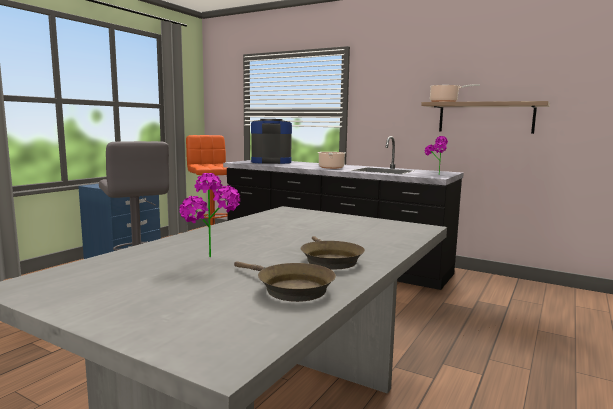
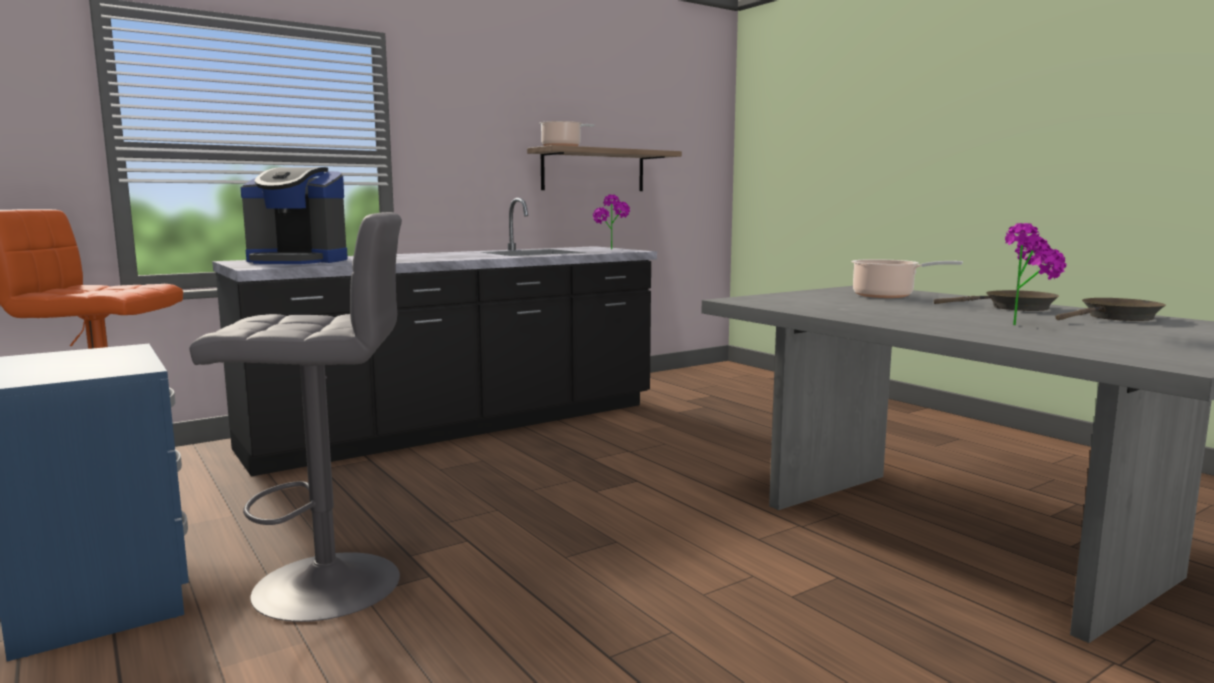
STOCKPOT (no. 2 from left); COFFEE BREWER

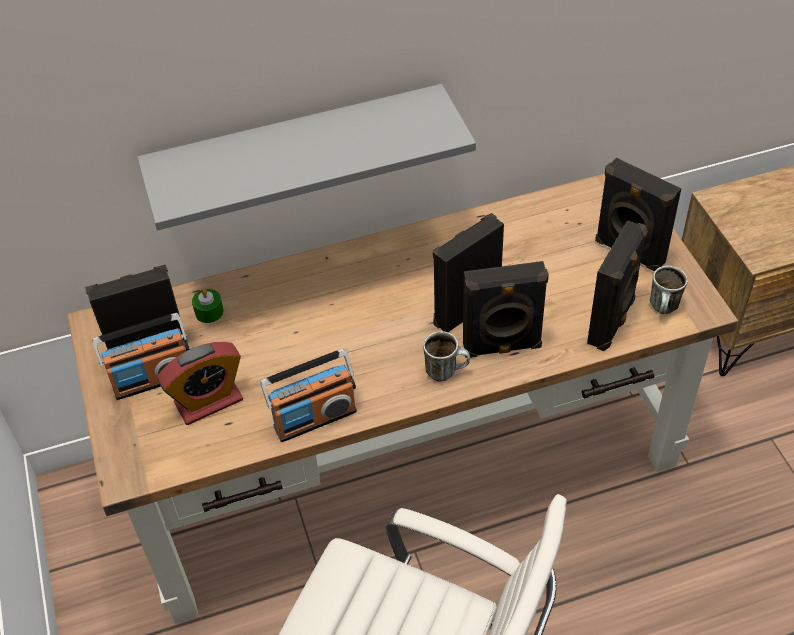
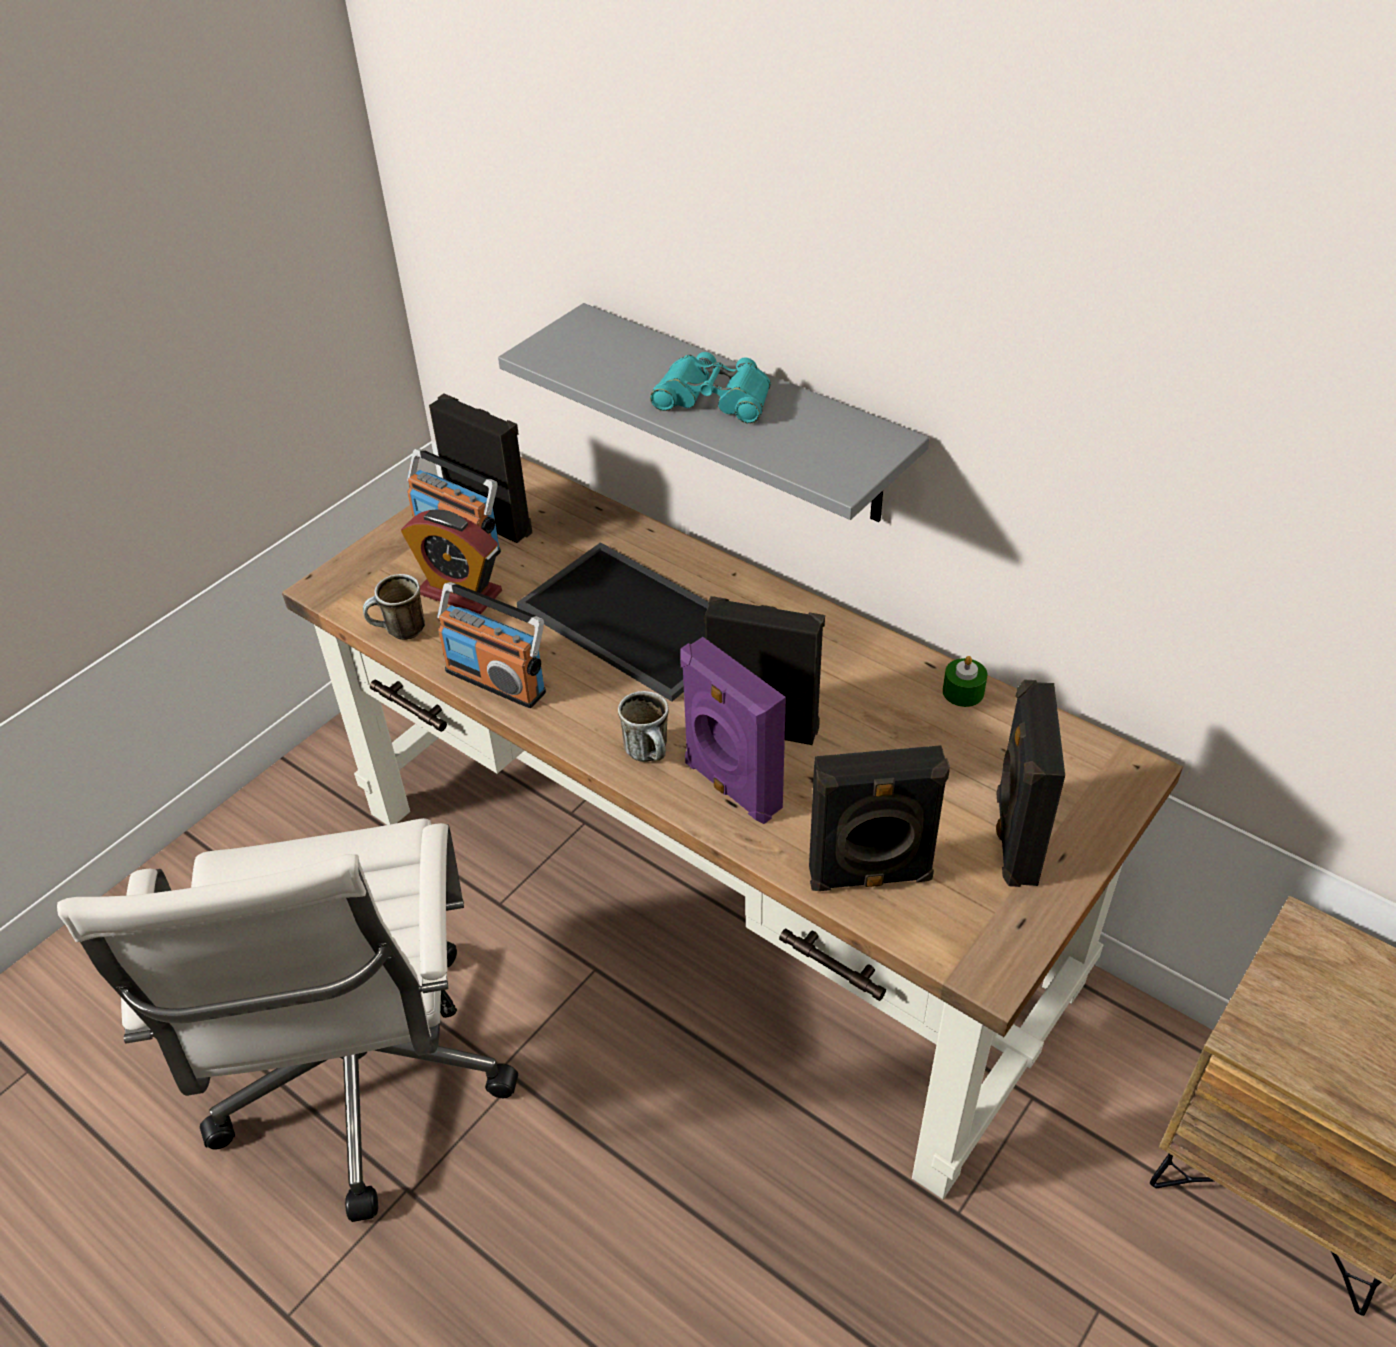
TRAY; TURQUOISE-COLOURED FIELD GLASSES; GREEN CANDLE; COFFEE MUG (no. 1 from left); PURPLISH AUDIO SPEAKER

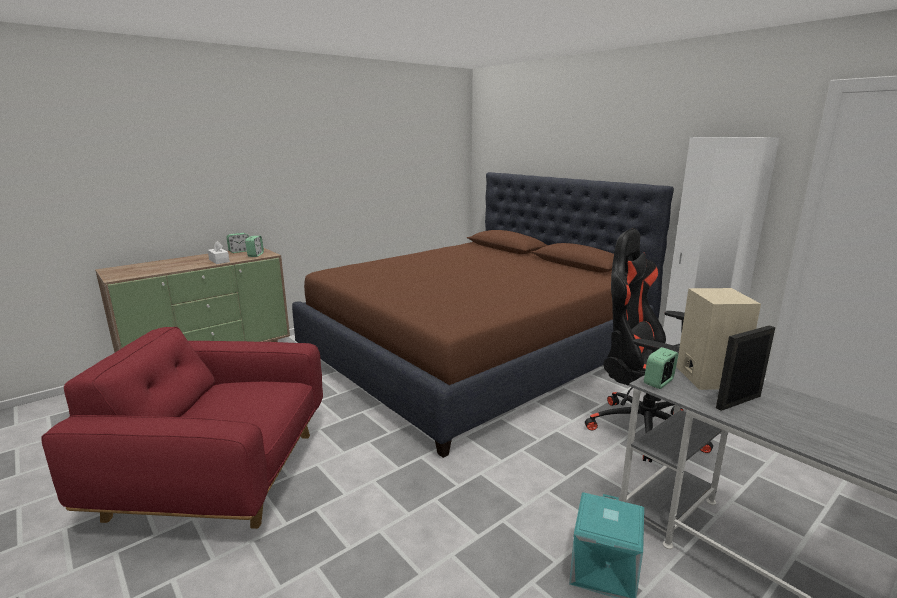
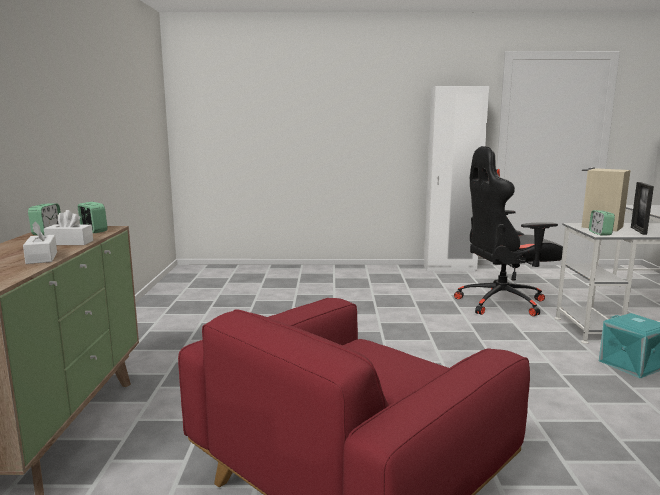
BROWN-COLOURED BED; WHITE-COLOURED BOX OF TISSUES (no. 1 from left)

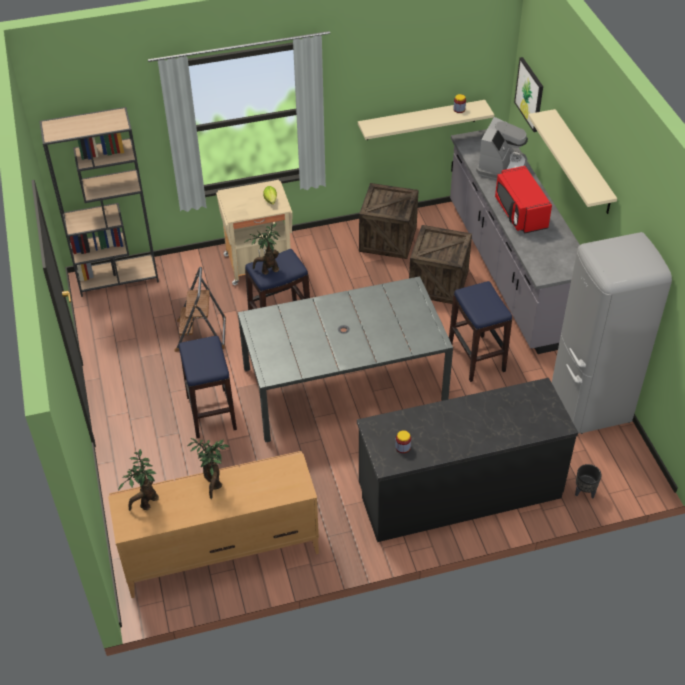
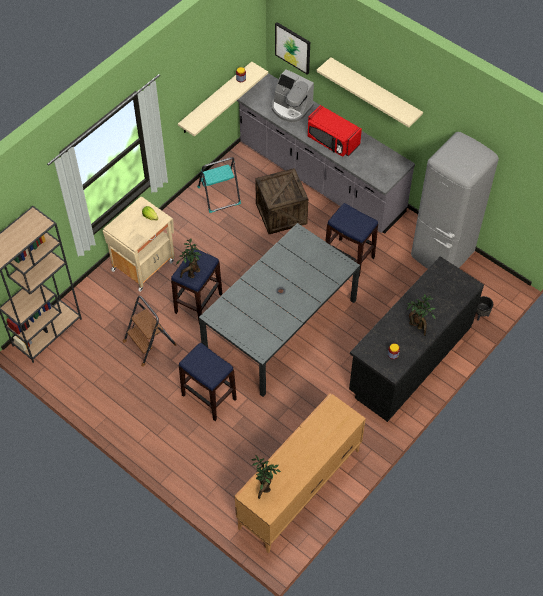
PLANT IN A POT (no. 3 from left); TURQUOISE-COLOURED STEP STOOL; COFFEE BREWER

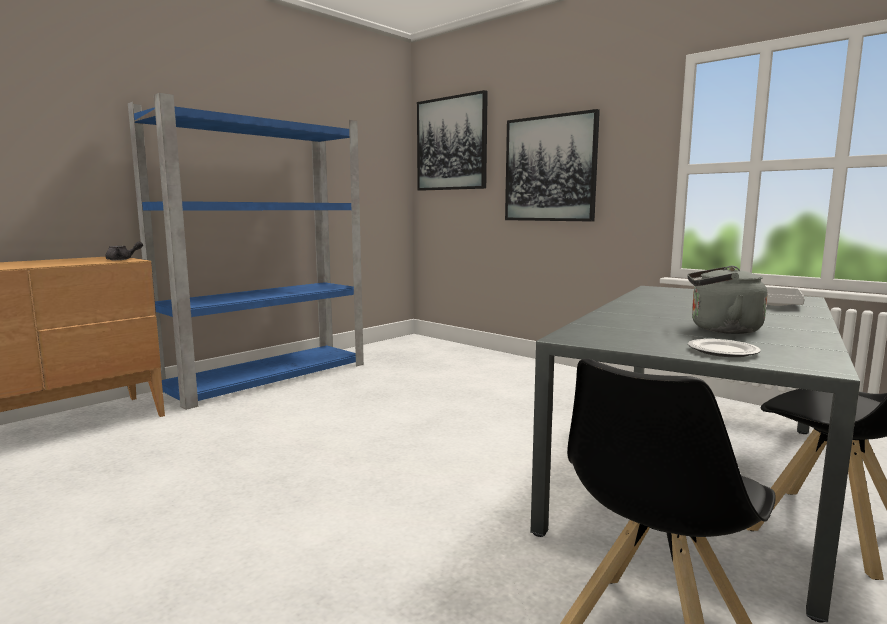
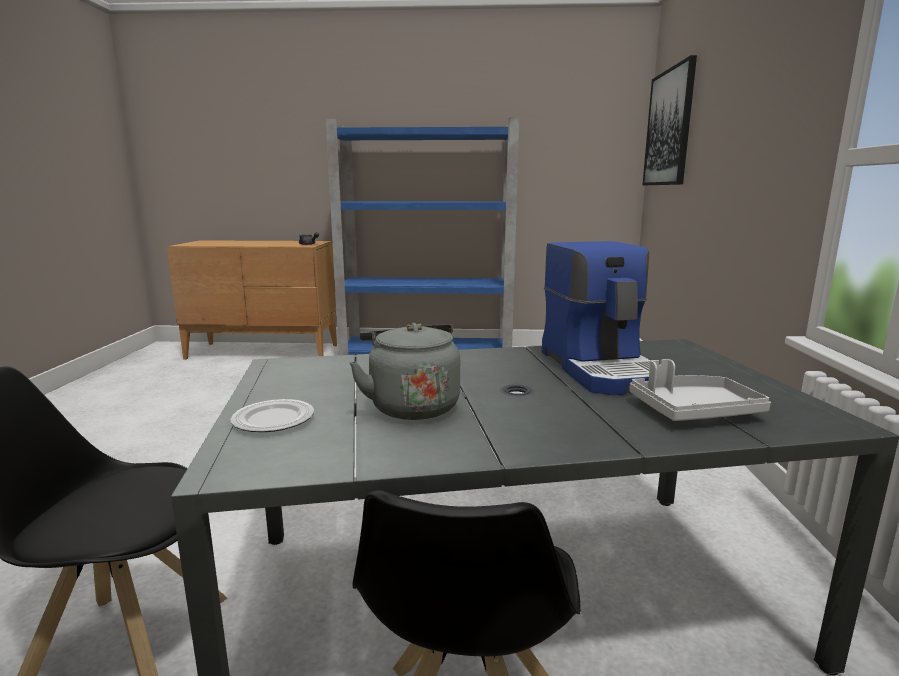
WALL PICTURE (no. 2 from left in the first image); COFFEE BREWER

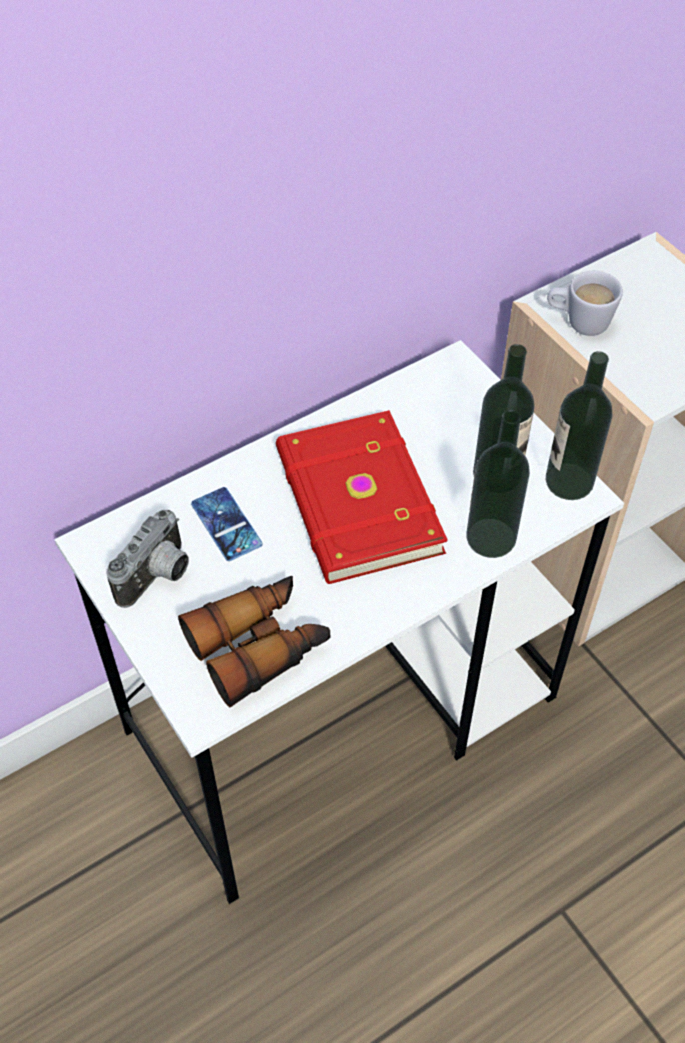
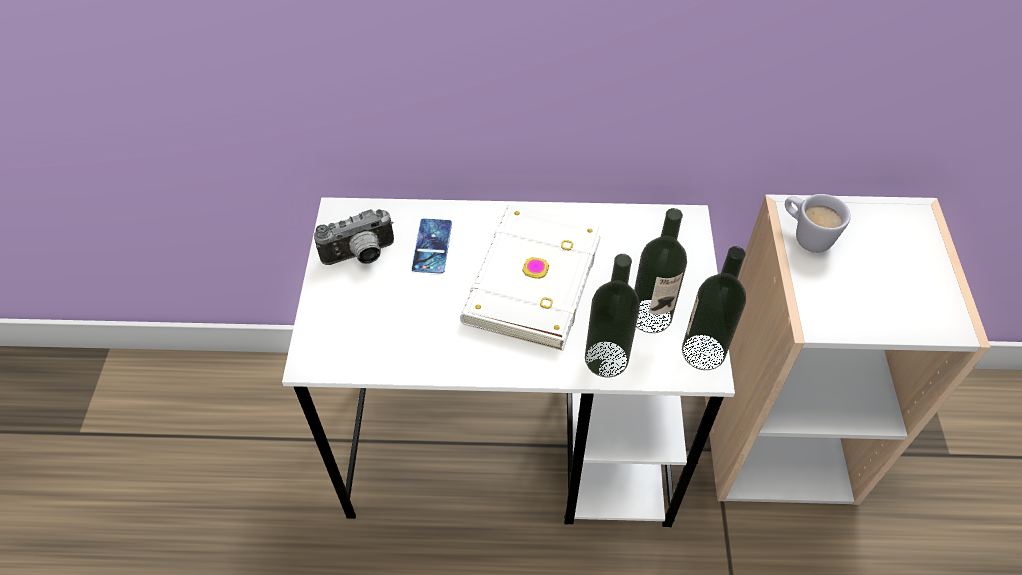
FIELD GLASSES; WHITE-COLOURED BOUND BOOK

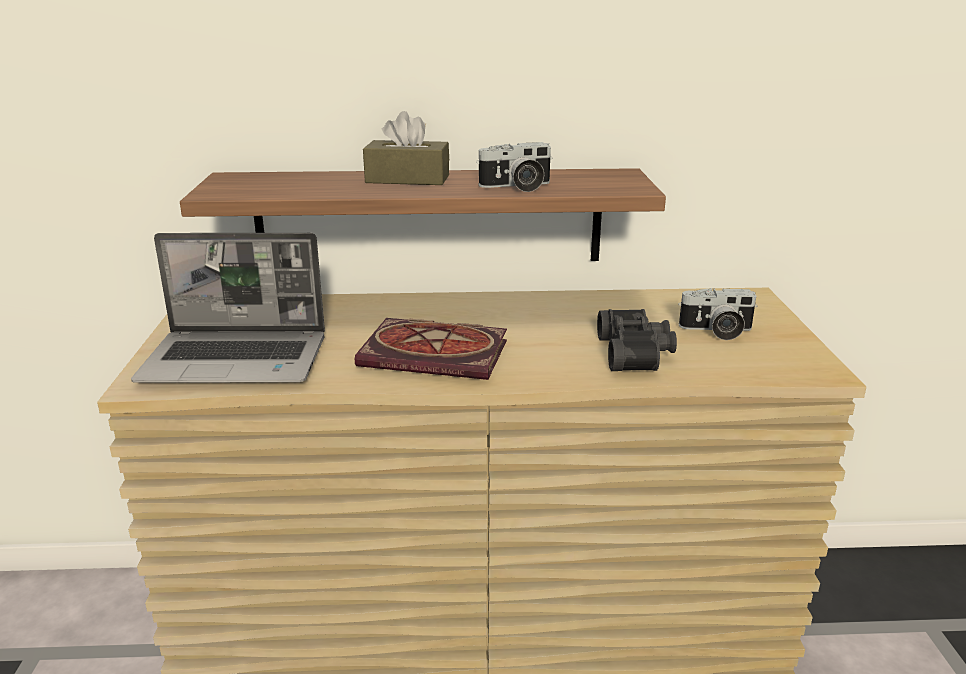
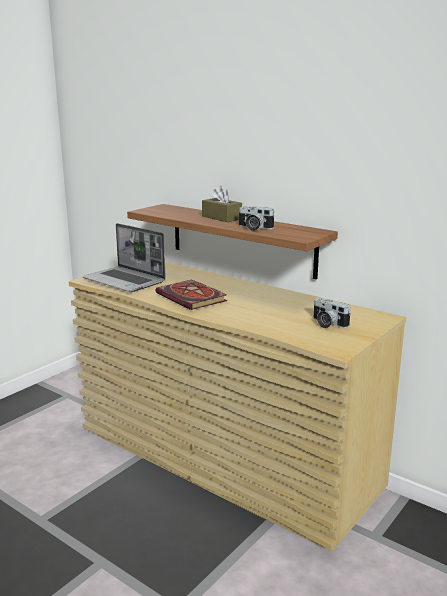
BLACK-COLOURED FIELD GLASSES

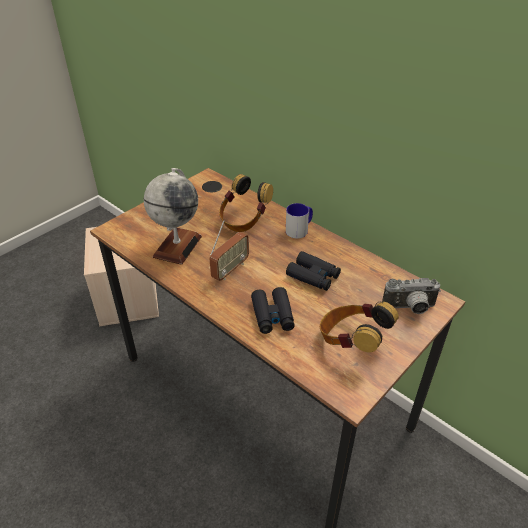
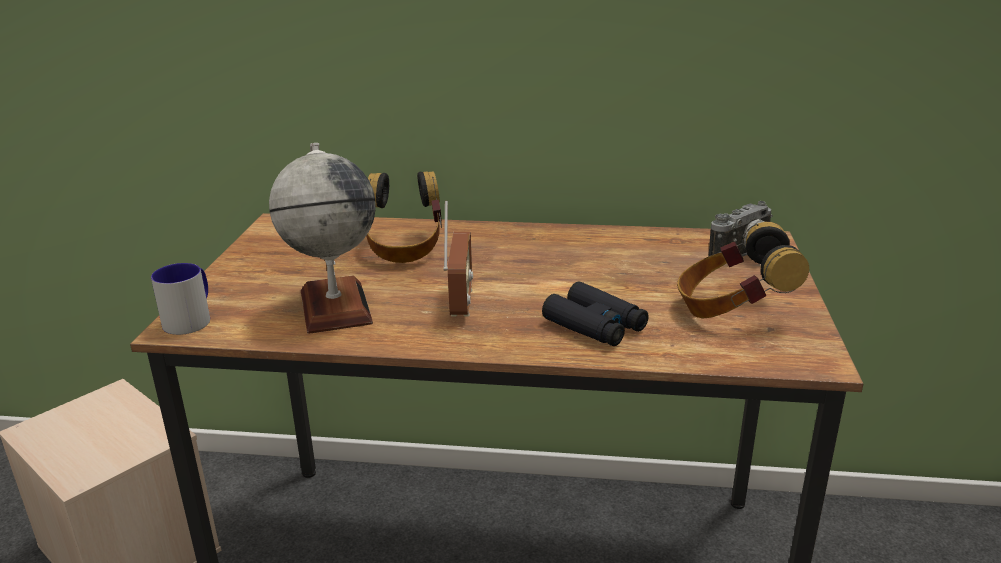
BLACK-COLOURED FIELD GLASSES (no. 2 from left in the first image); COFFEE MUG

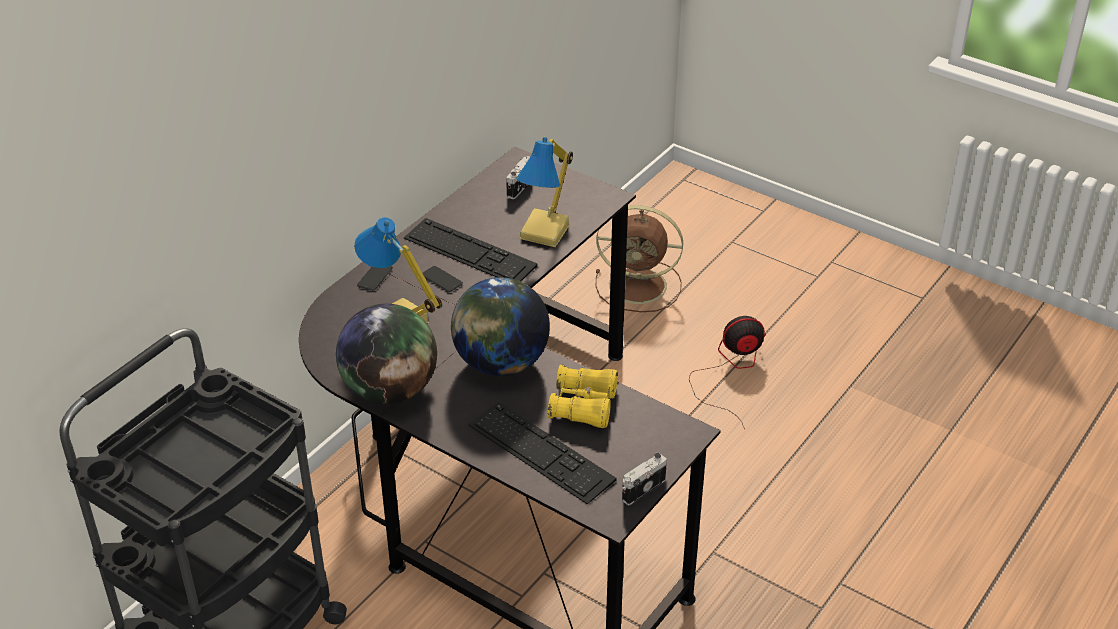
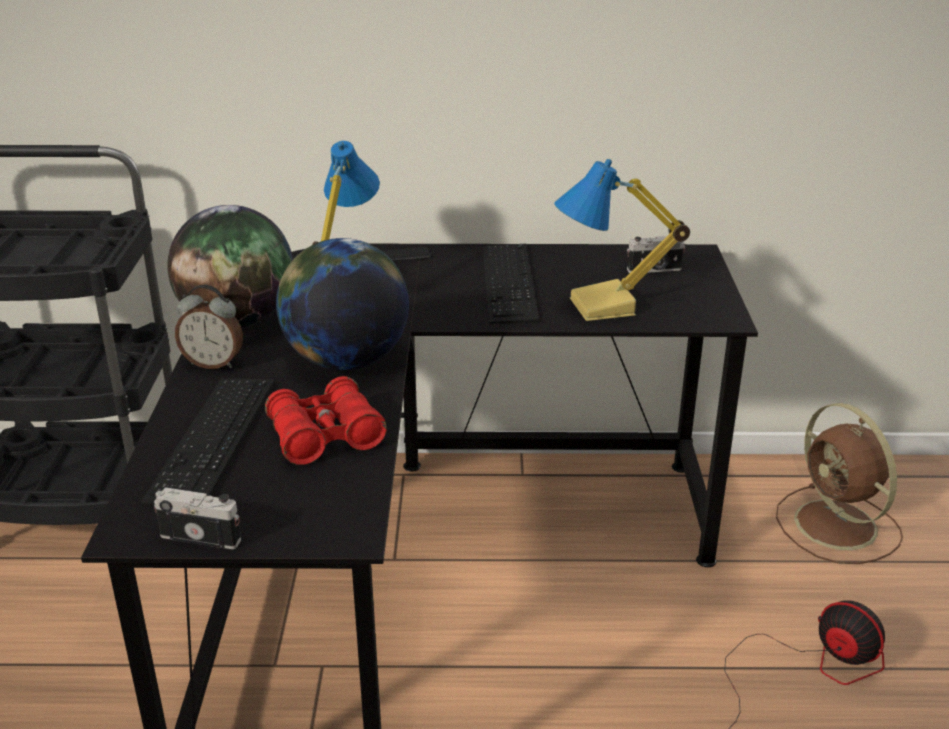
PHONE (no. 2 from left in the first image); TABLE CLOCK; RED-COLOURED FIELD GLASSES

